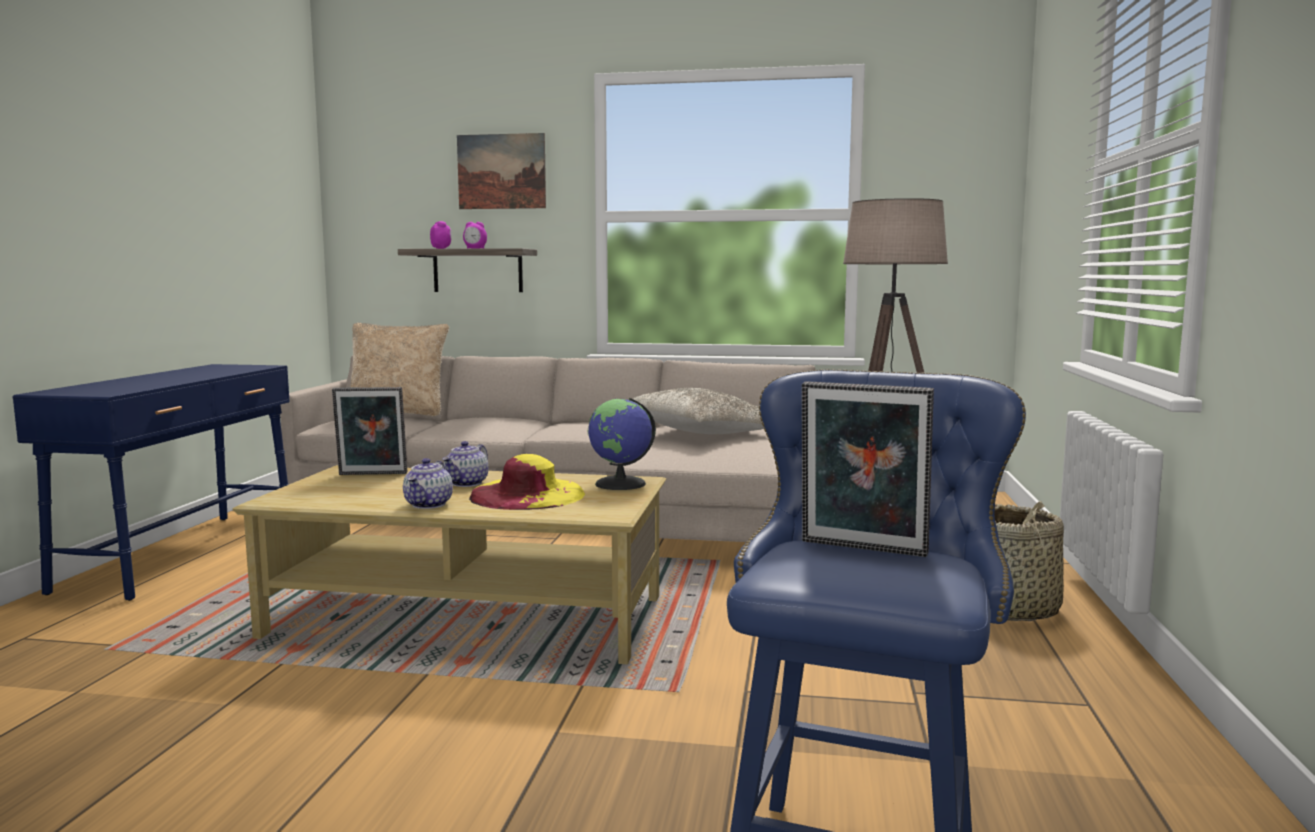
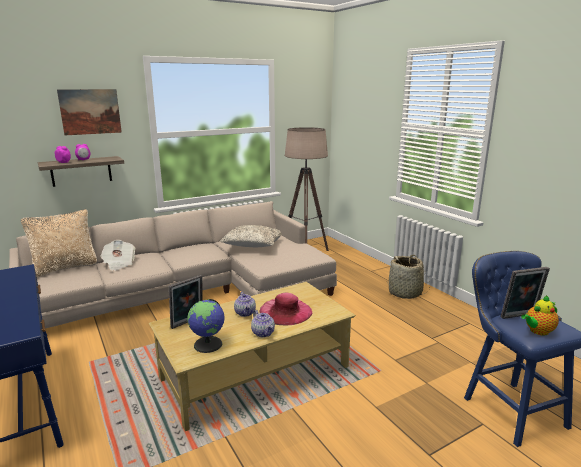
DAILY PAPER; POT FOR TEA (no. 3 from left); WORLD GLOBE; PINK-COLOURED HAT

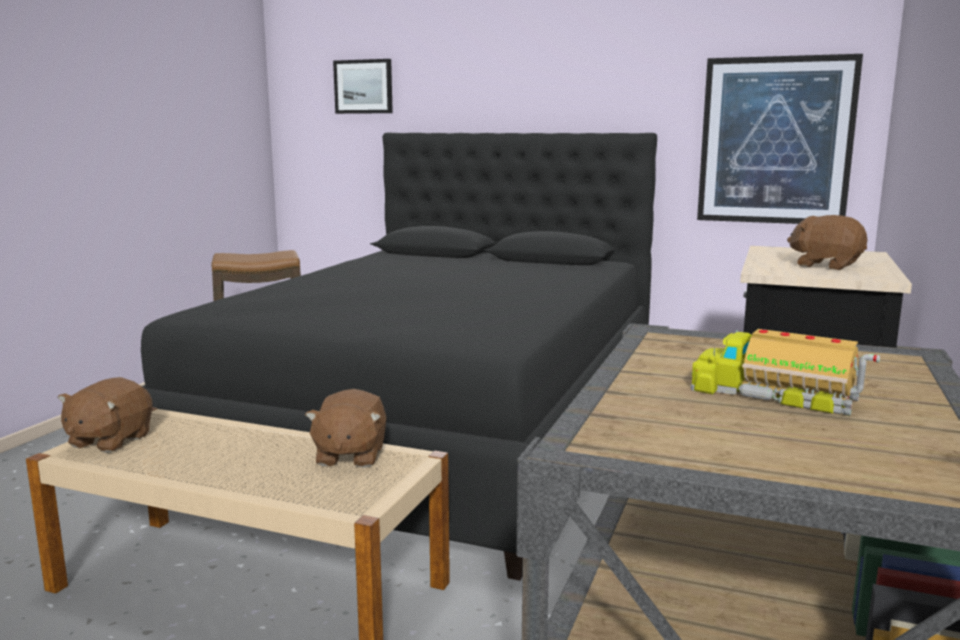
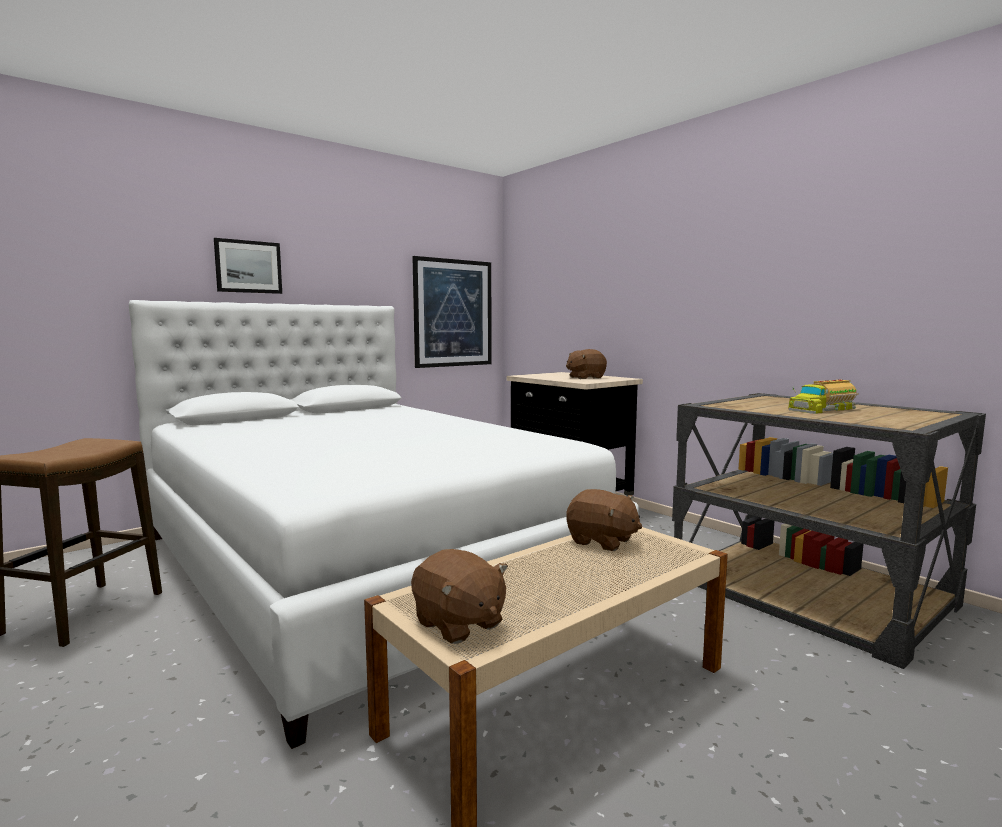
WALL PICTURE (no. 1 from left); WHITE-COLOURED BED

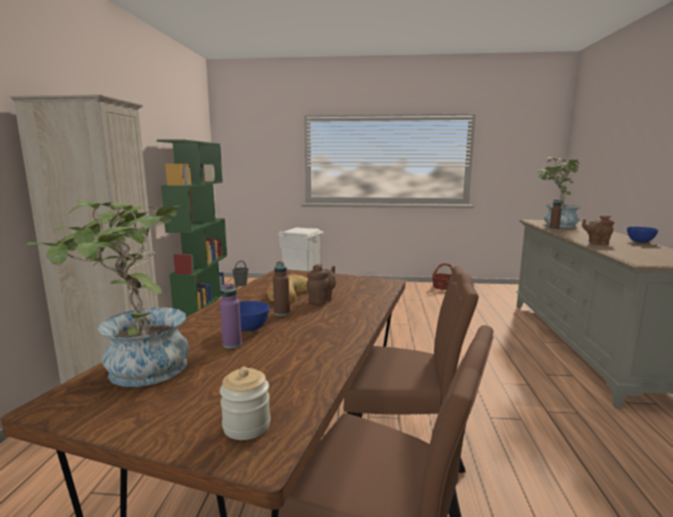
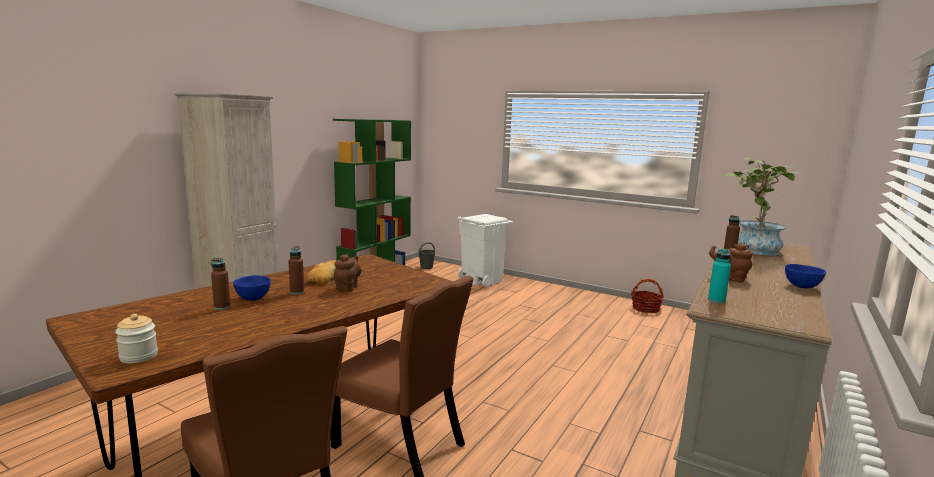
PLANT IN A POT (no. 1 from left in the first image); TURQUOISE-COLOURED BOTTLE; BROWN-COLOURED BOTTLE (no. 1 from left); BROWN-COLOURED POT FOR TEA (no. 1 from left)

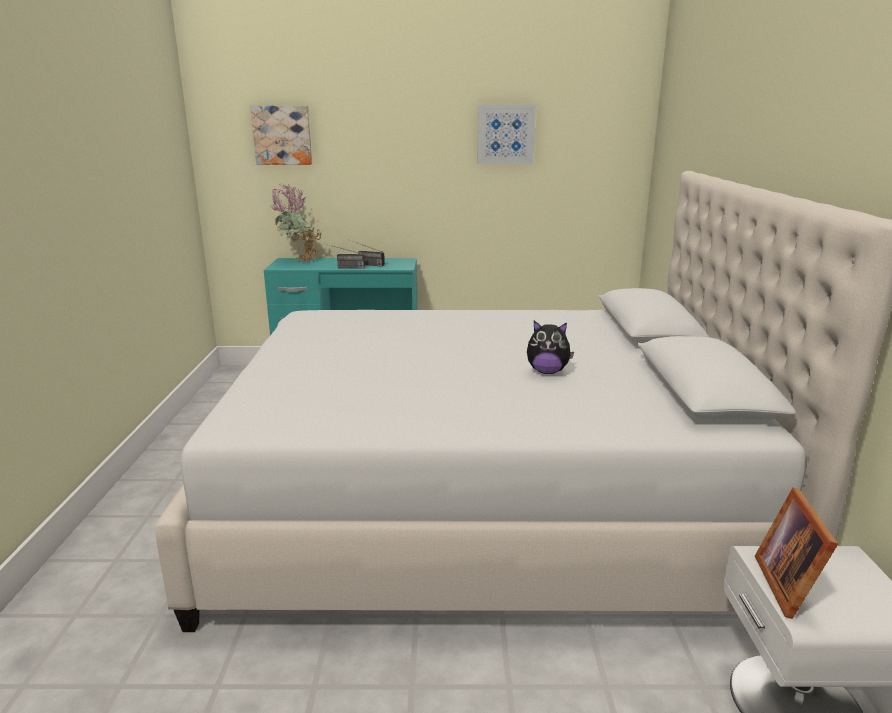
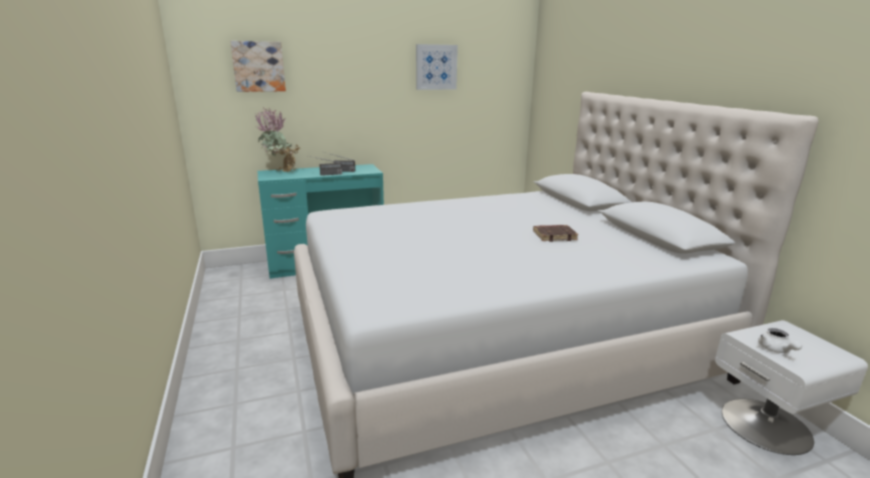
BROWN-COLOURED BOUND BOOK; WHITE-COLOURED POT FOR TEA

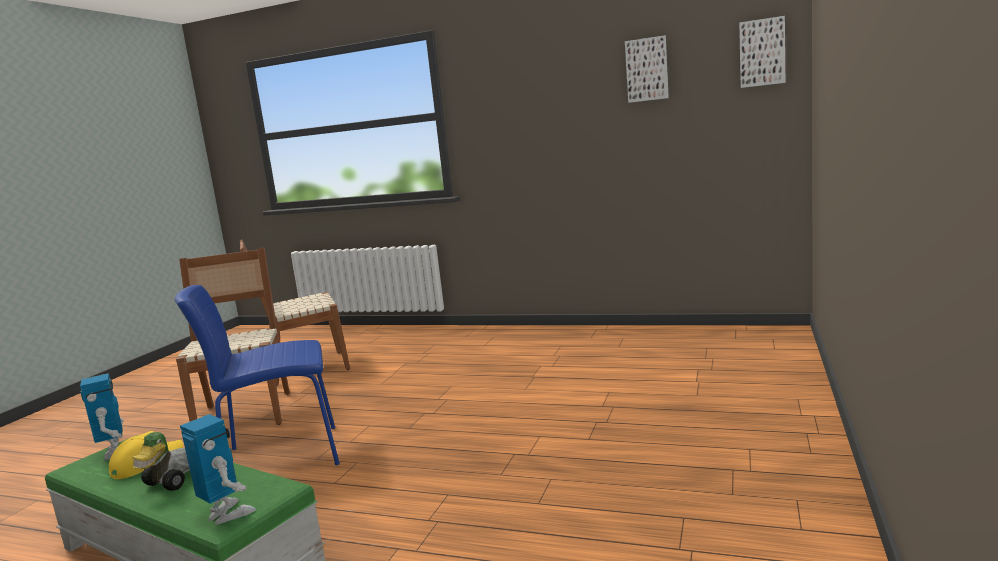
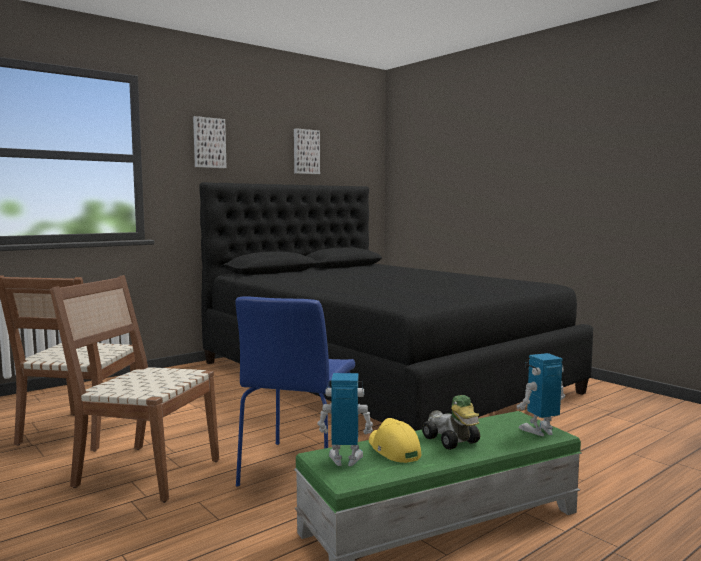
BLACK-COLOURED BED; WALL PICTURE (no. 1 from left)

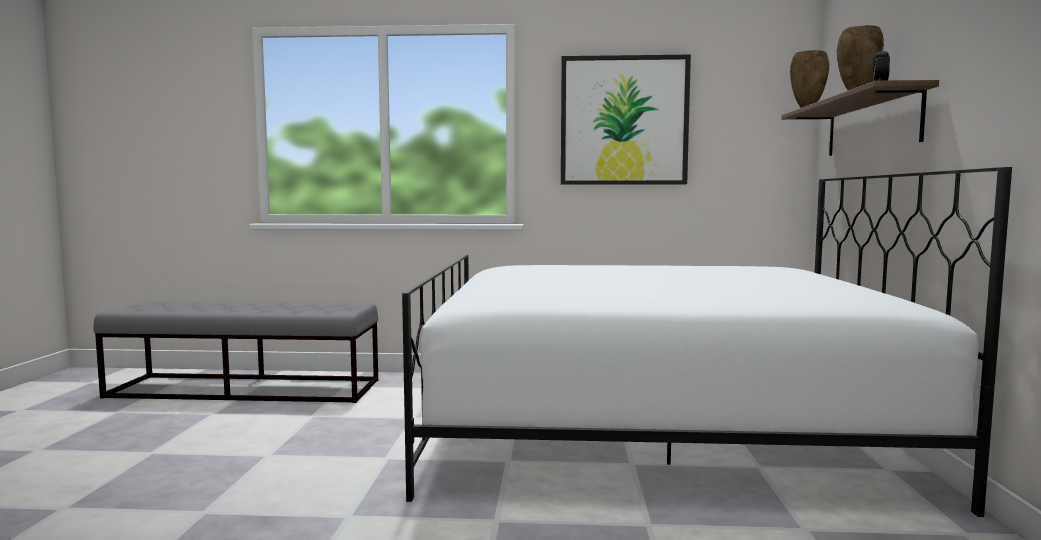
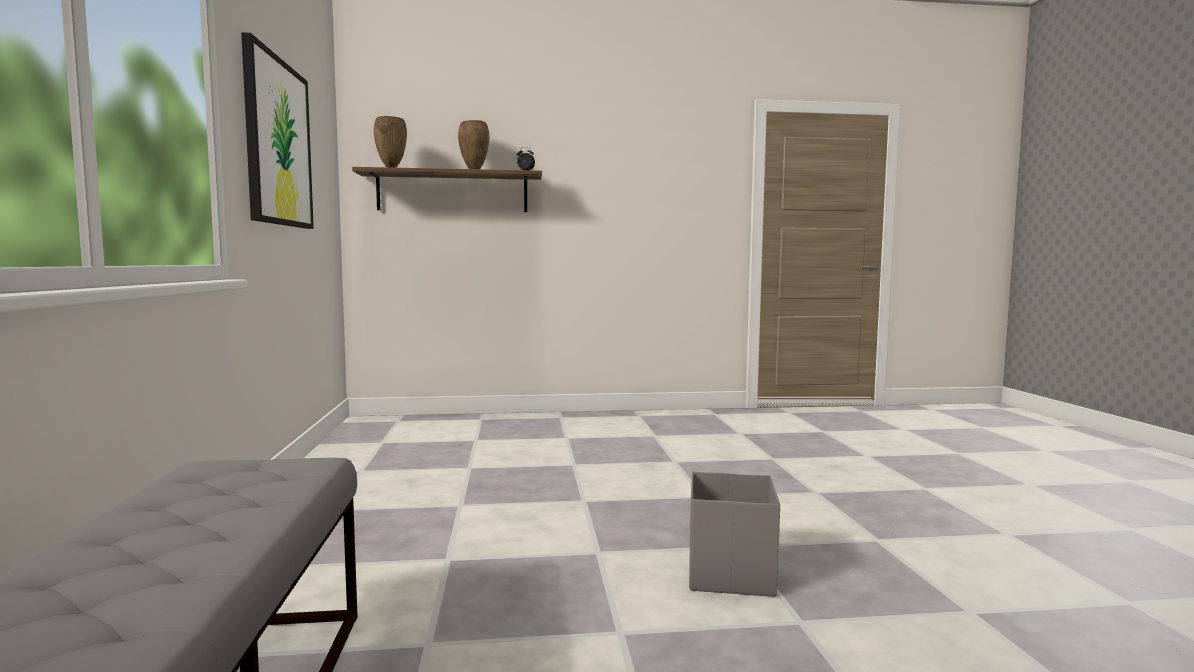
WHITE-COLOURED BED; GRAY STORAGE BOX

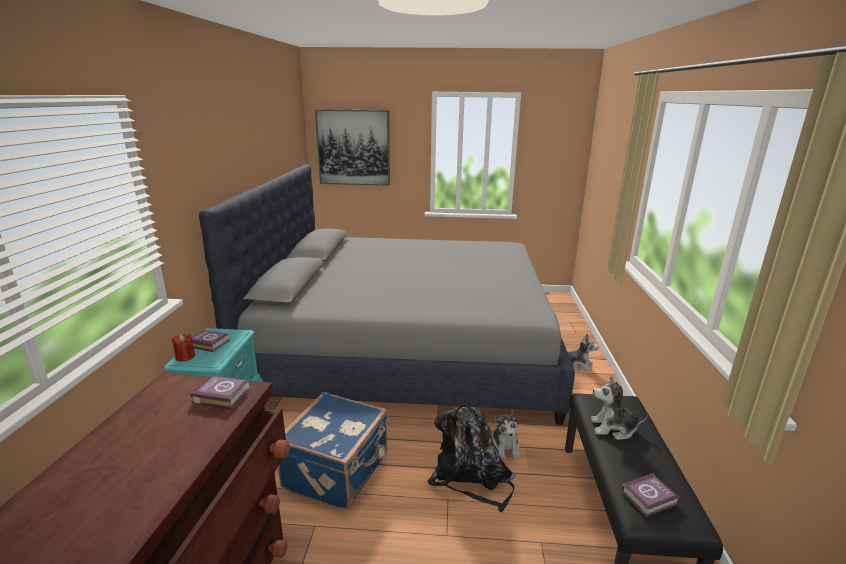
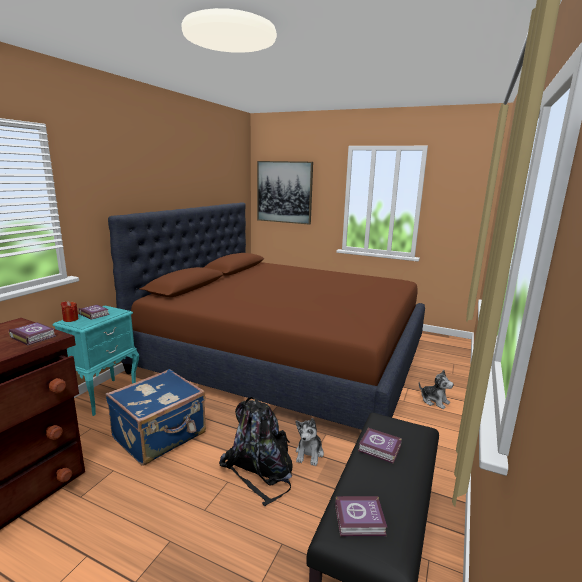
BOUND BOOK (no. 4 from left); BROWN-COLOURED BED

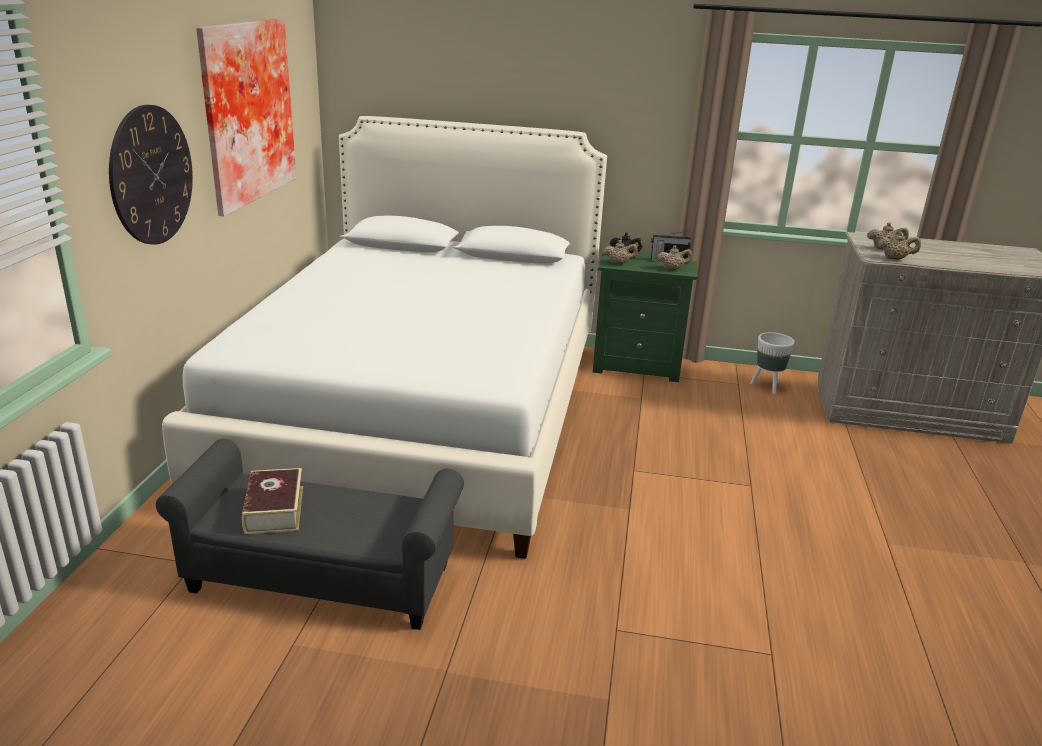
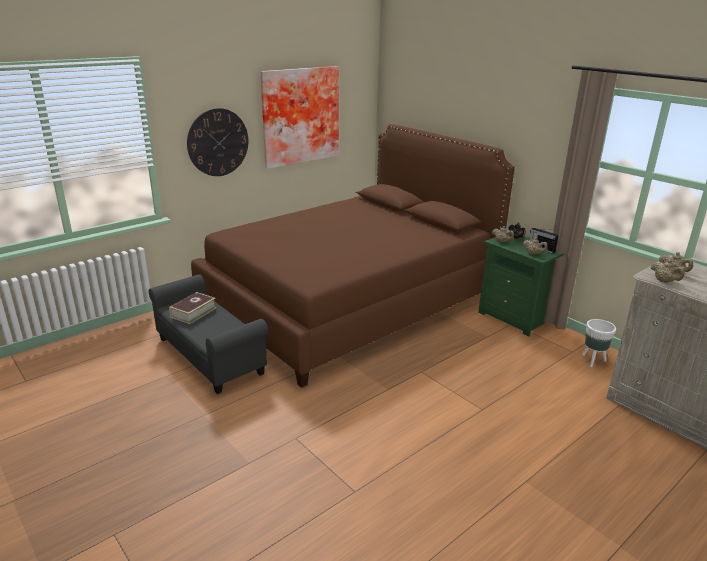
BROWN-COLOURED BED

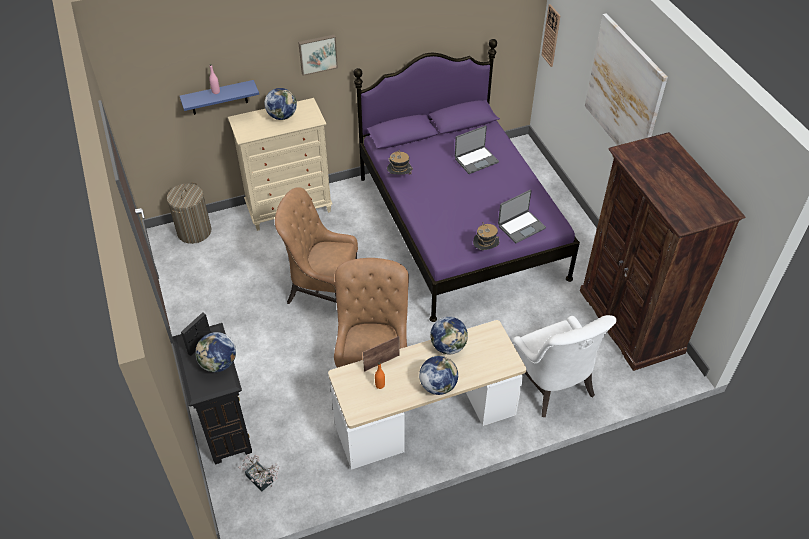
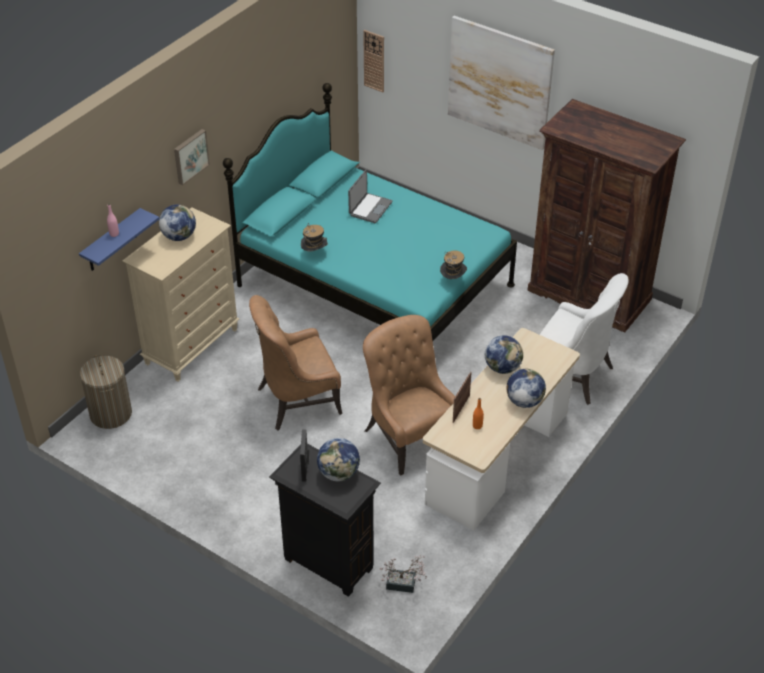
LAPTOP (no. 2 from left in the first image); TURQUOISE-COLOURED BED

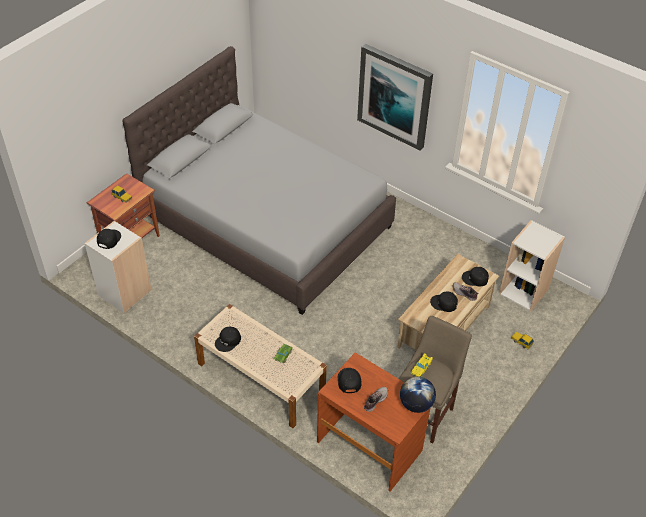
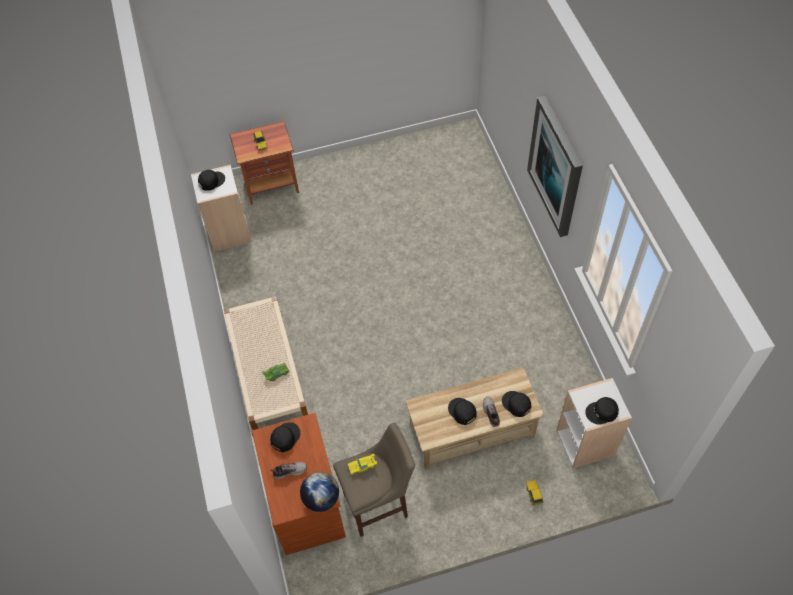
GRAY BED; BLACK-COLOURED BASEBALL CAP (no. 5 from left)

